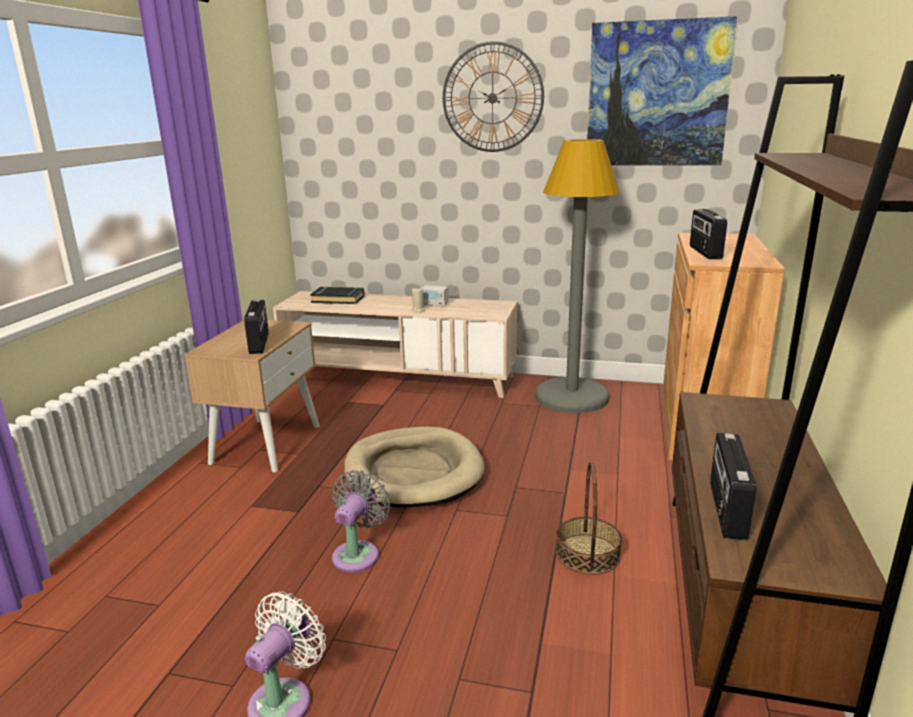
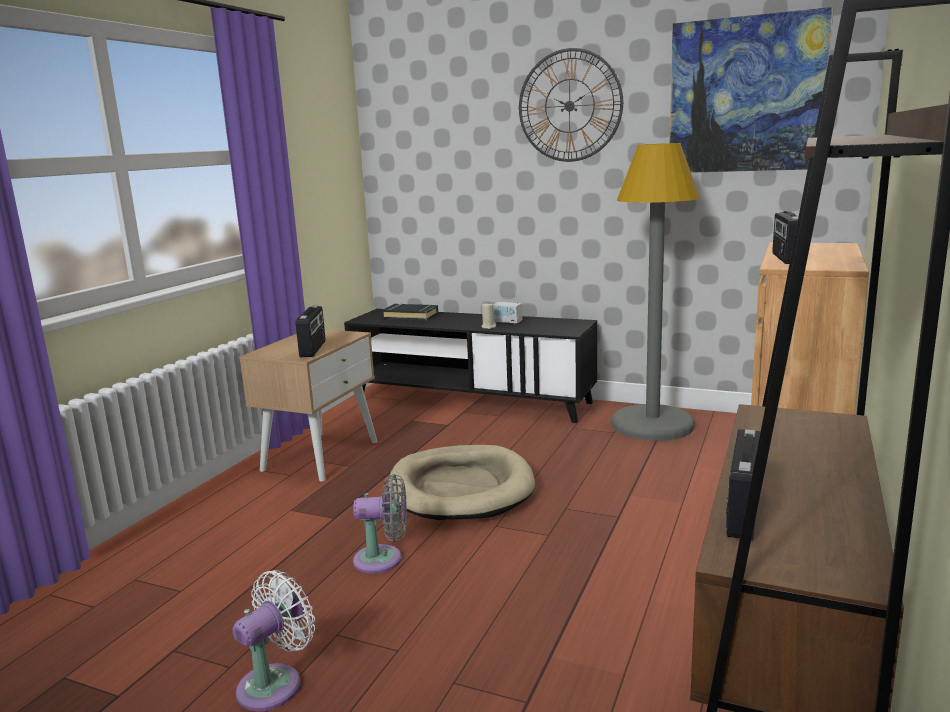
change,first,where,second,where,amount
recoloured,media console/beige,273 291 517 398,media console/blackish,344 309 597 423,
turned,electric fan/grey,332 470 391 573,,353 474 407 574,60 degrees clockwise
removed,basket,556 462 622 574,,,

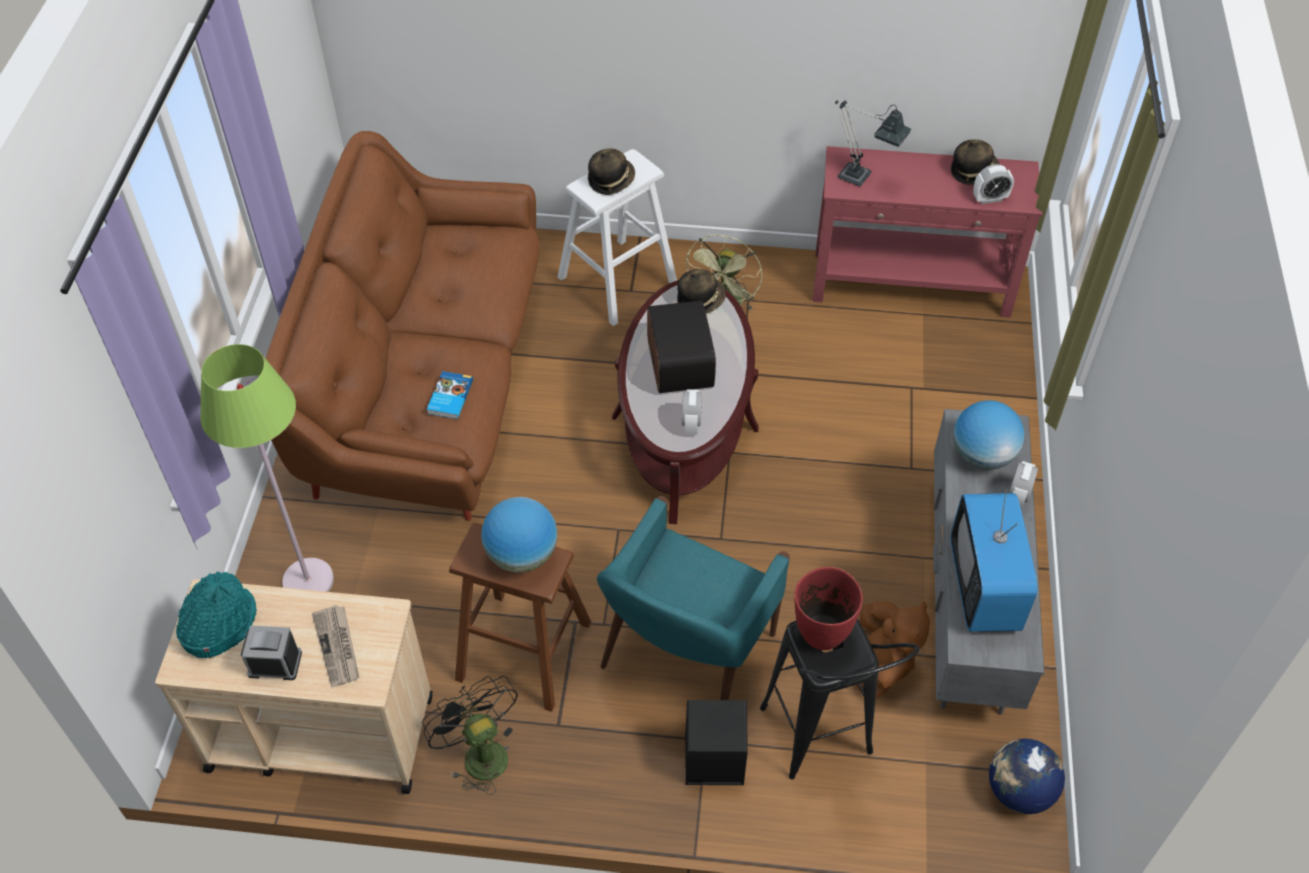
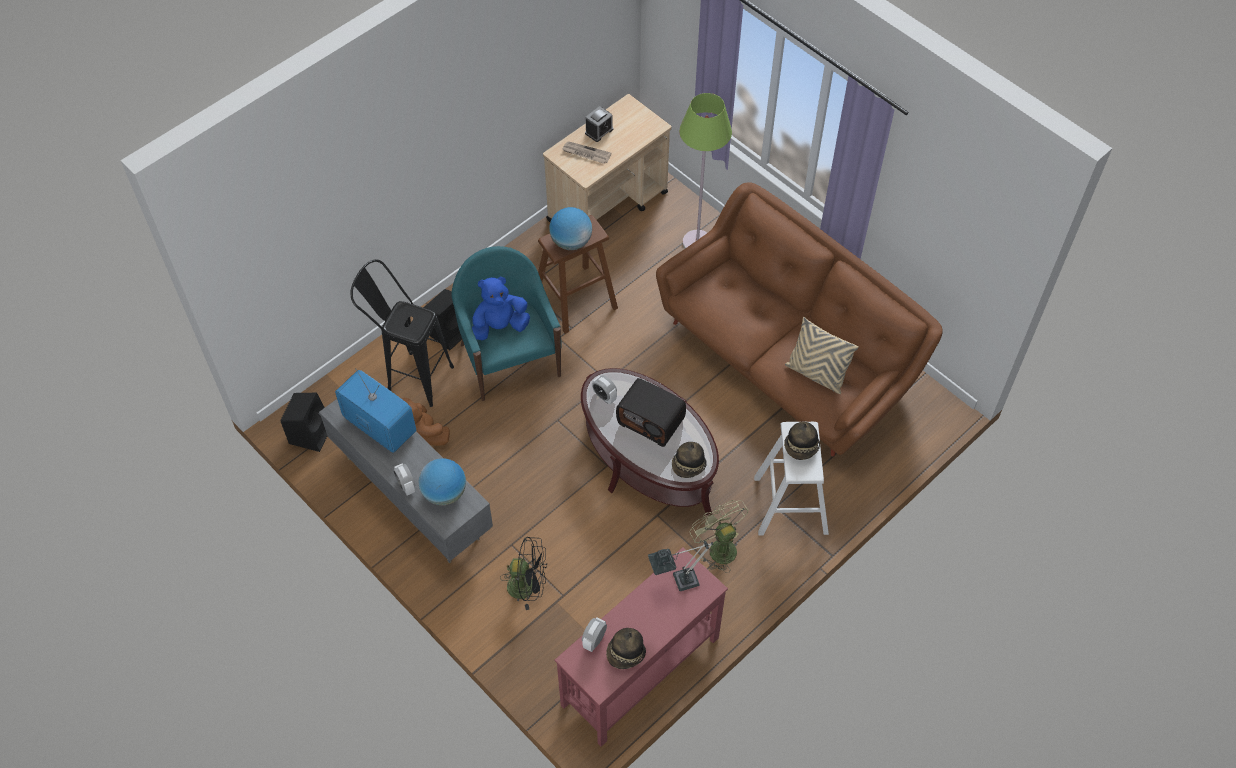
change,first,where,second,where,amount
removed,wearable hat/turquoise-coloured,176 571 257 658,,,
moved,electric fan/blackish,422 676 518 795,,500 537 547 610,
removed,volume,427 371 473 419,,,
removed,flower vase/reddish,795 567 863 650,,,
replaced,desk globe,989 739 1065 814,loudspeaker/blackish,280 393 327 452,
added,,,soft toy/blue,472 277 530 340,
added,,,pillow/beige,785 317 859 394,

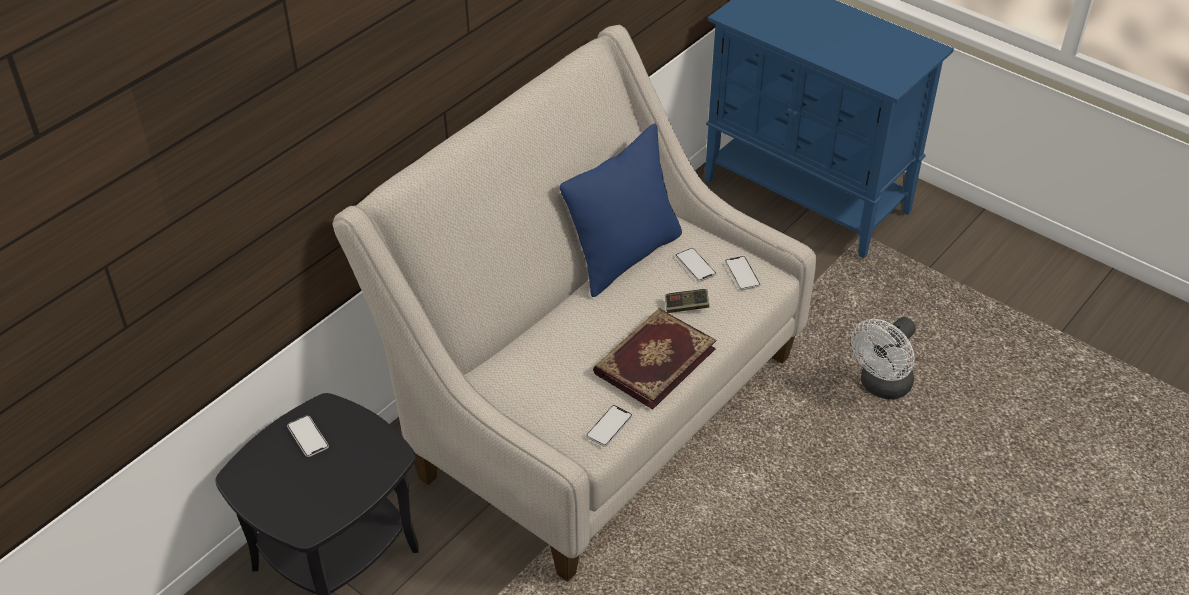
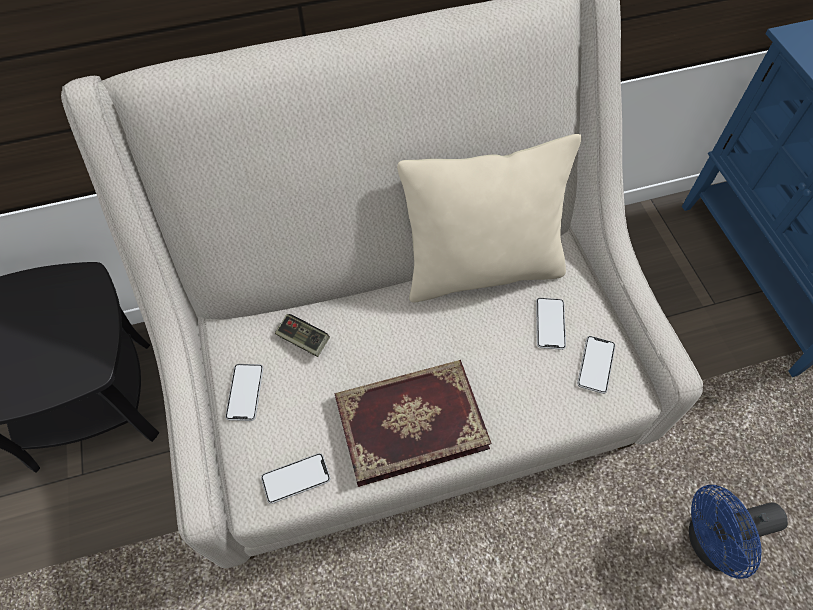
change,first,where,second,where,amount
moved,phone,287 415 329 457,,225 364 263 421,
recoloured,pillow/blue,560 124 682 297,pillow/beige,397 134 582 303,
moved,gamepad,665 289 709 313,,275 314 330 357,
recoloured,electric fan/whitish,851 317 916 400,electric fan/blue,689 485 788 579,

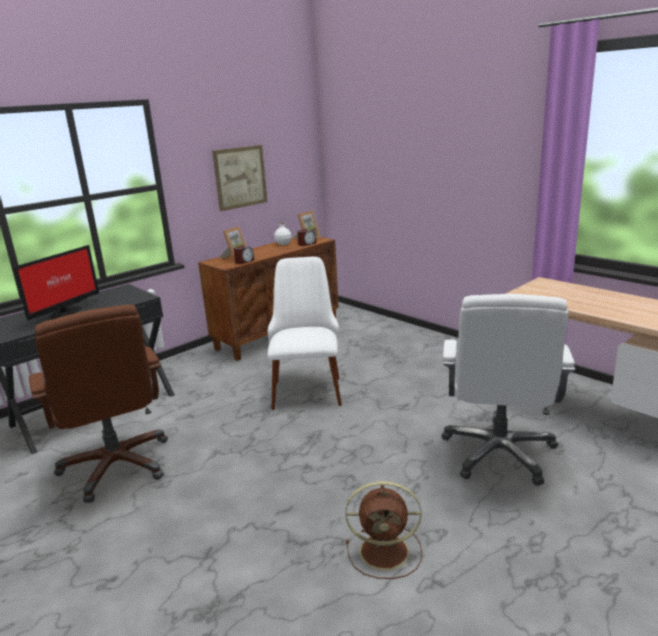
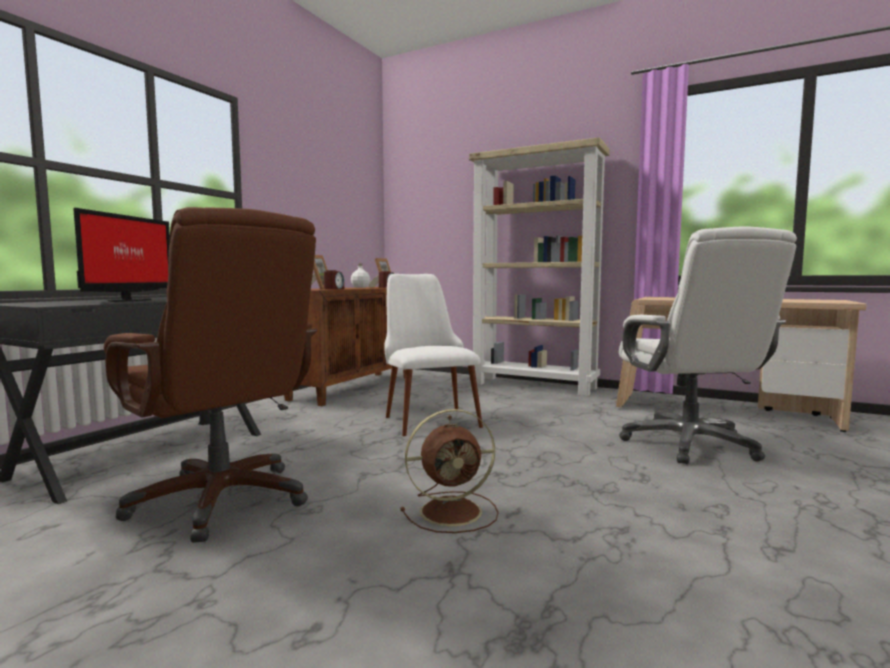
change,first,where,second,where,amount
removed,picture,212 145 267 211,,,
moved,electric fan/brownish,345 481 422 579,,400 409 498 533,
added,,,shelving unit/beige,469 137 610 396,

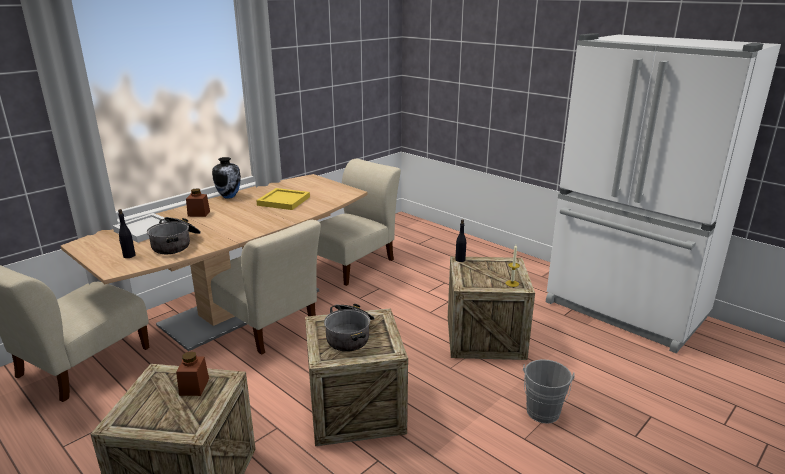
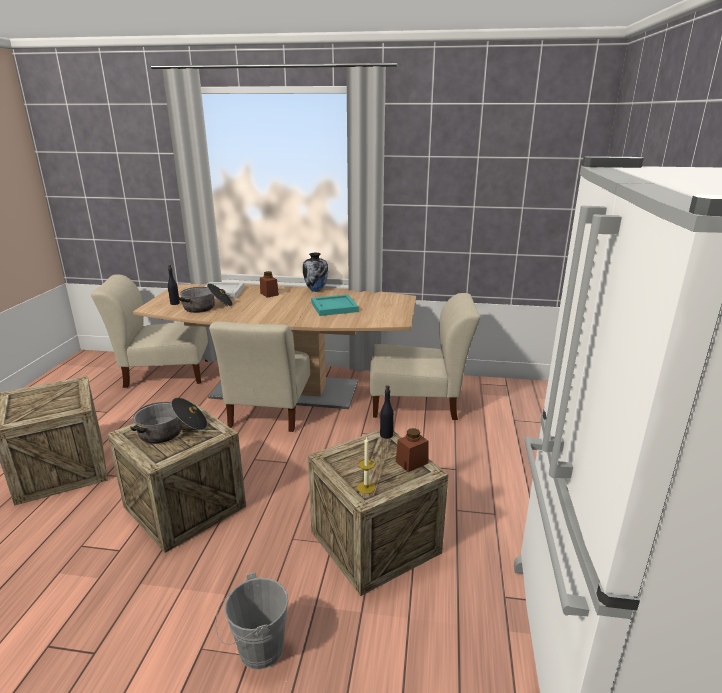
change,first,where,second,where,amount
moved,preserve jar/brownish,176 351 209 396,,396 428 429 472,
recoloured,serving tray/yellow-coloured,256 188 310 210,serving tray/turquoise-coloured,311 294 359 316,

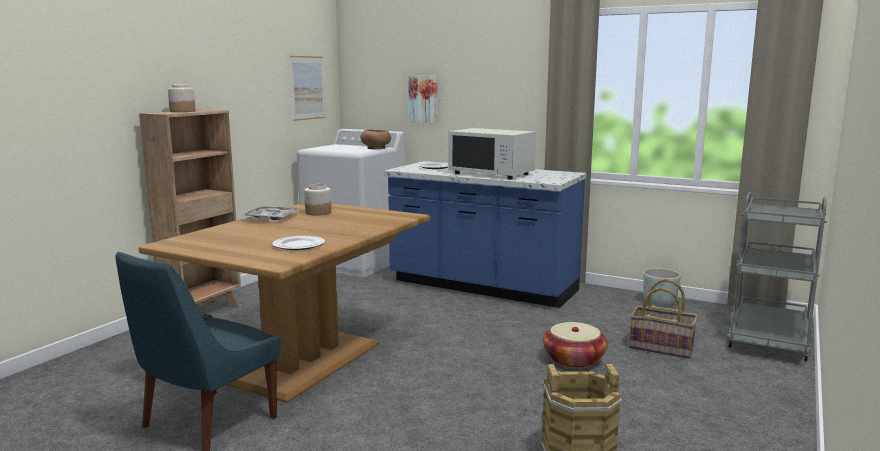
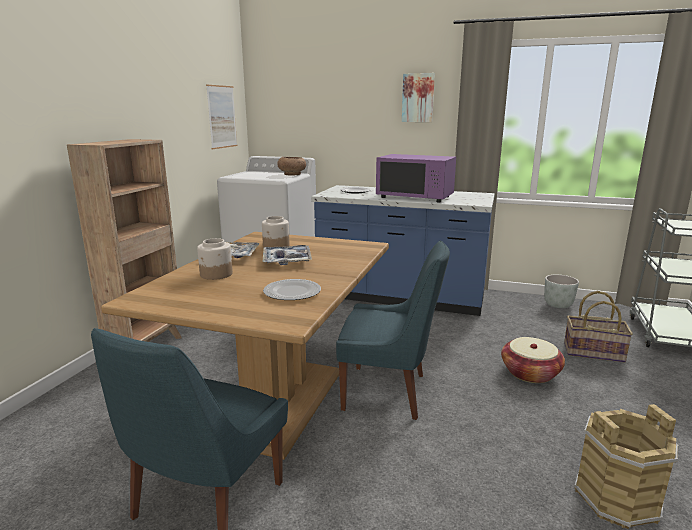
change,first,where,second,where,amount
moved,preserve jar,168 84 195 112,,197 238 233 280,
moved,picture,408 75 438 123,,402 73 435 122,
recoloured,microwave/whitish,448 128 536 179,microwave/purplish,376 154 456 203,
added,,,serving tray,263 245 312 265,
added,,,upright chair/blue,336 241 450 420,

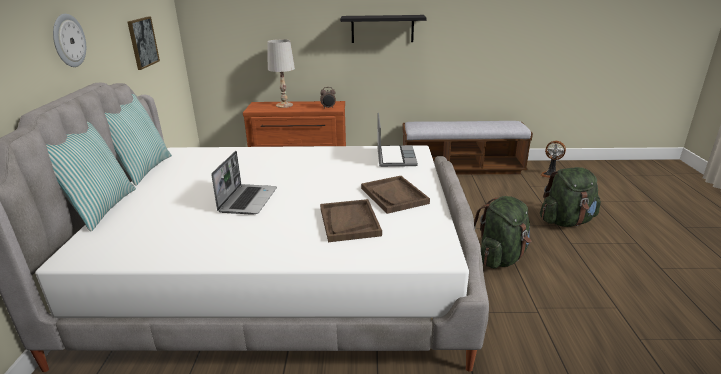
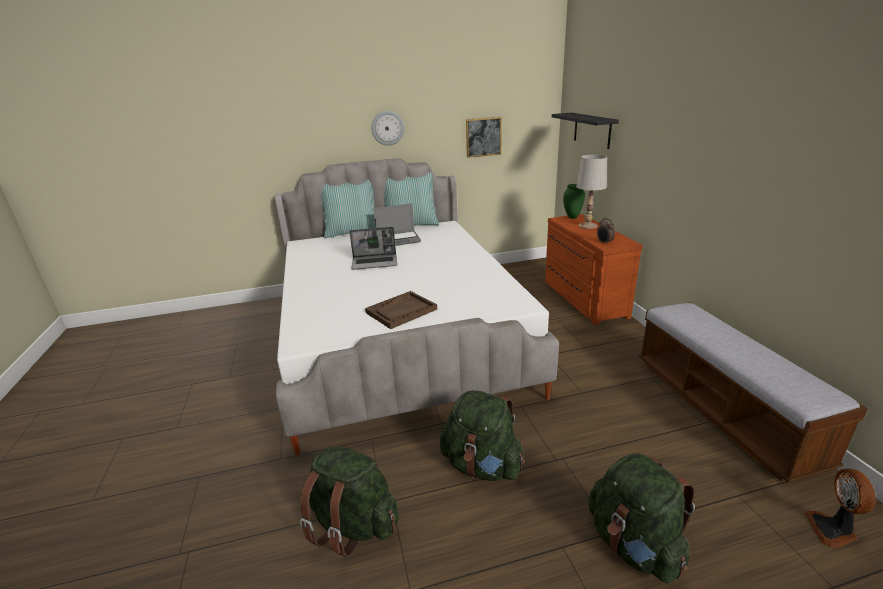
change,first,where,second,where,amount
removed,serving tray/brownish,320 199 382 242,,,
moved,shelf/blackish,340 15 427 43,,552 113 619 149,
moved,laptop,377 113 418 167,,373 203 421 246,
added,,,backpack/green-coloured,300 446 399 557,
added,,,flower vase/green-coloured,563 184 585 219,

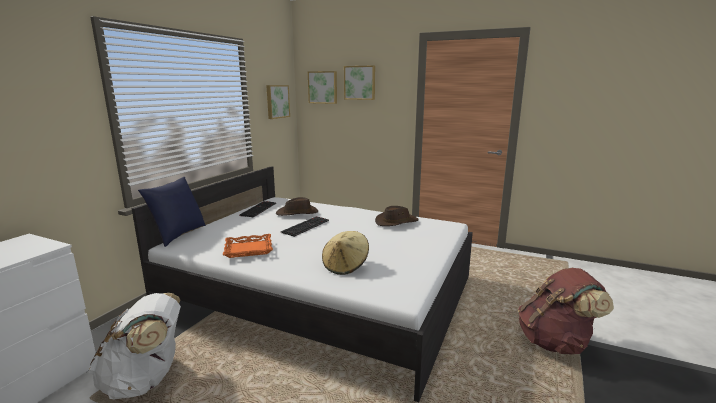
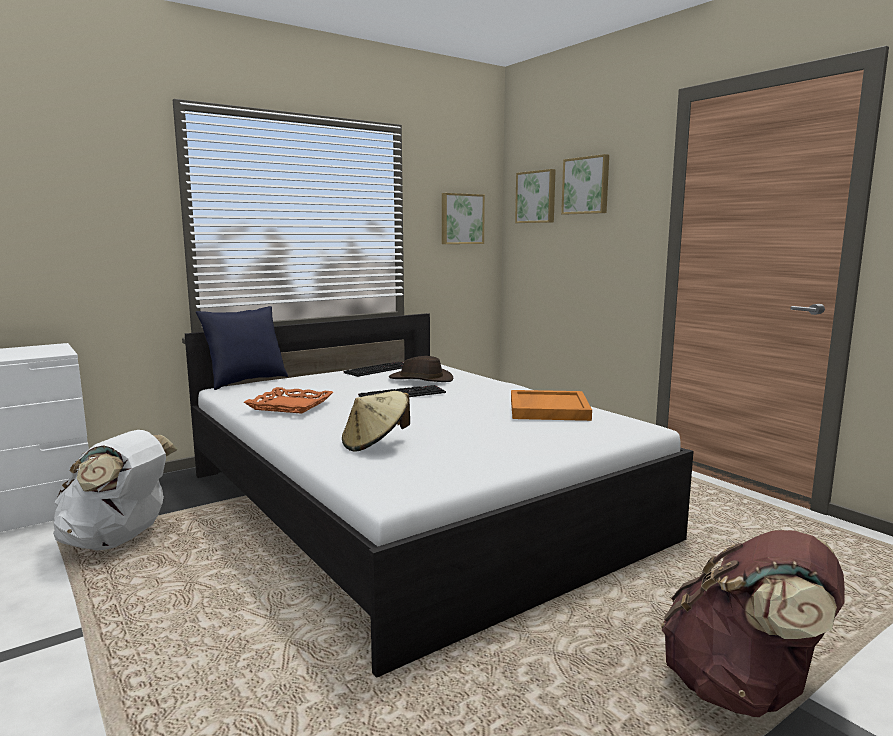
change,first,where,second,where,amount
replaced,wearable hat/brownish,375 206 419 226,serving tray/orangey,511 390 592 421,

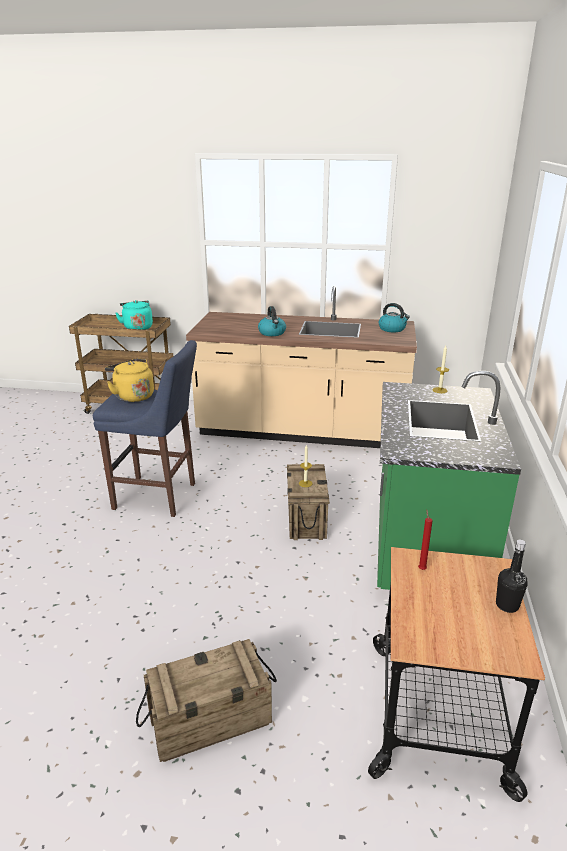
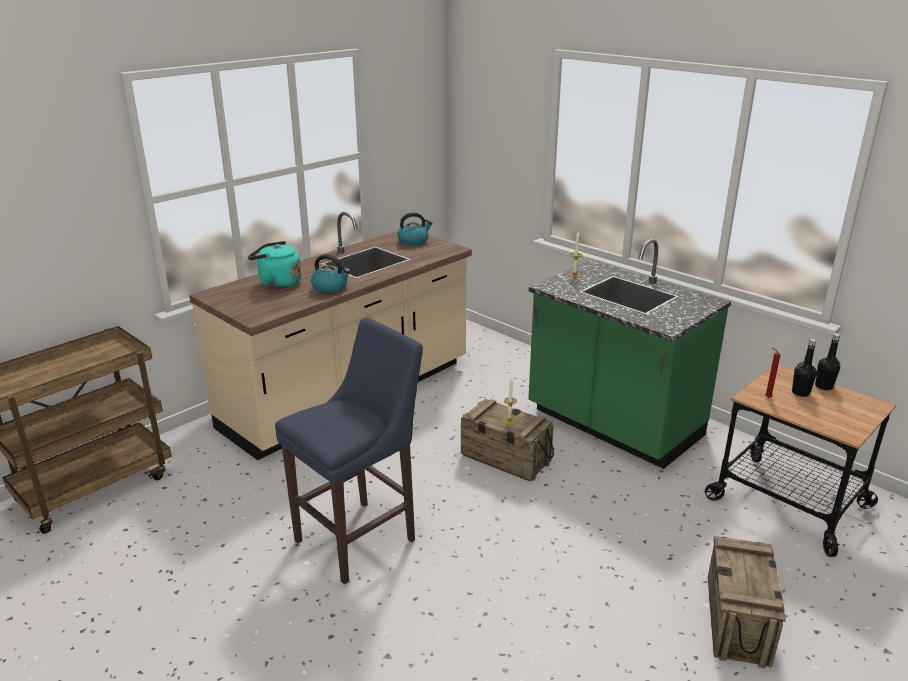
change,first,where,second,where,amount
removed,kettle/yellow-coloured,105 359 154 402,,,
moved,kettle/turquoise-coloured,116 300 153 330,,248 241 301 289,
added,,,beverage bottle/blackish,792 339 817 397,

